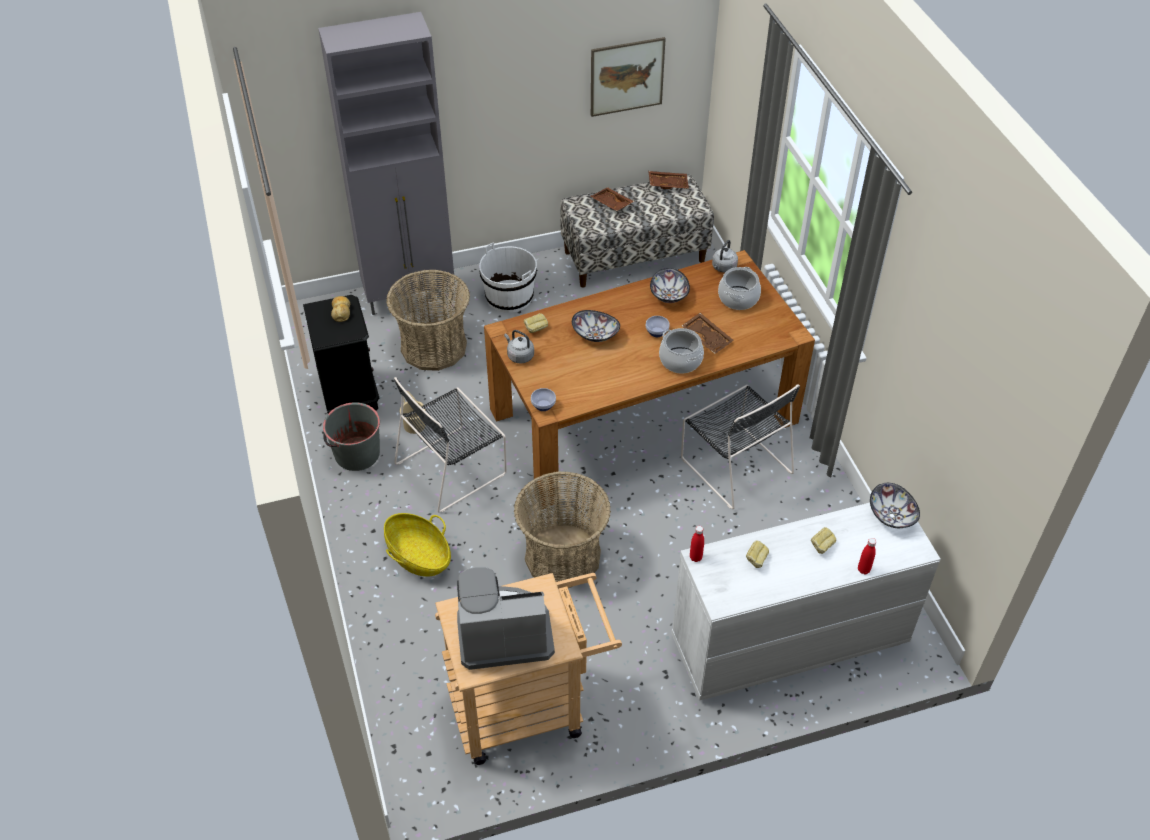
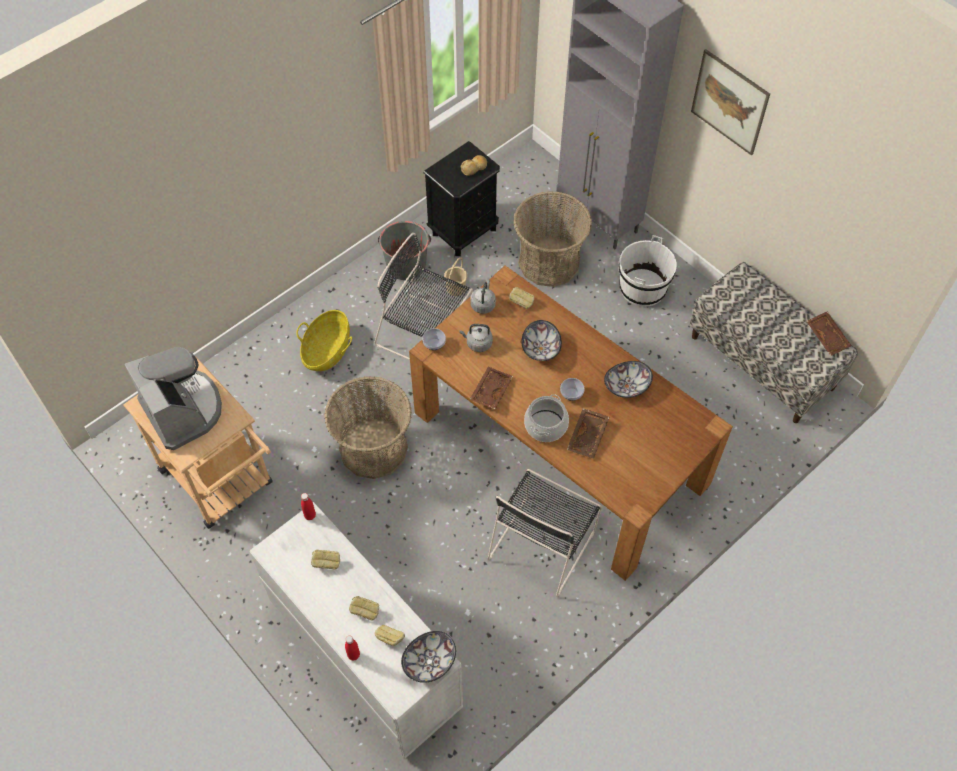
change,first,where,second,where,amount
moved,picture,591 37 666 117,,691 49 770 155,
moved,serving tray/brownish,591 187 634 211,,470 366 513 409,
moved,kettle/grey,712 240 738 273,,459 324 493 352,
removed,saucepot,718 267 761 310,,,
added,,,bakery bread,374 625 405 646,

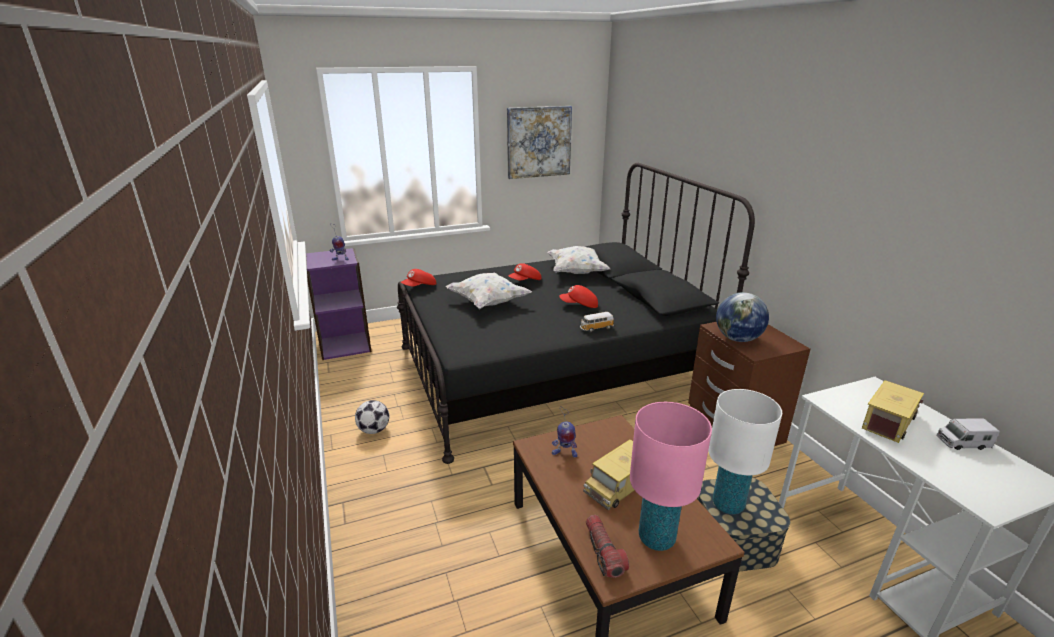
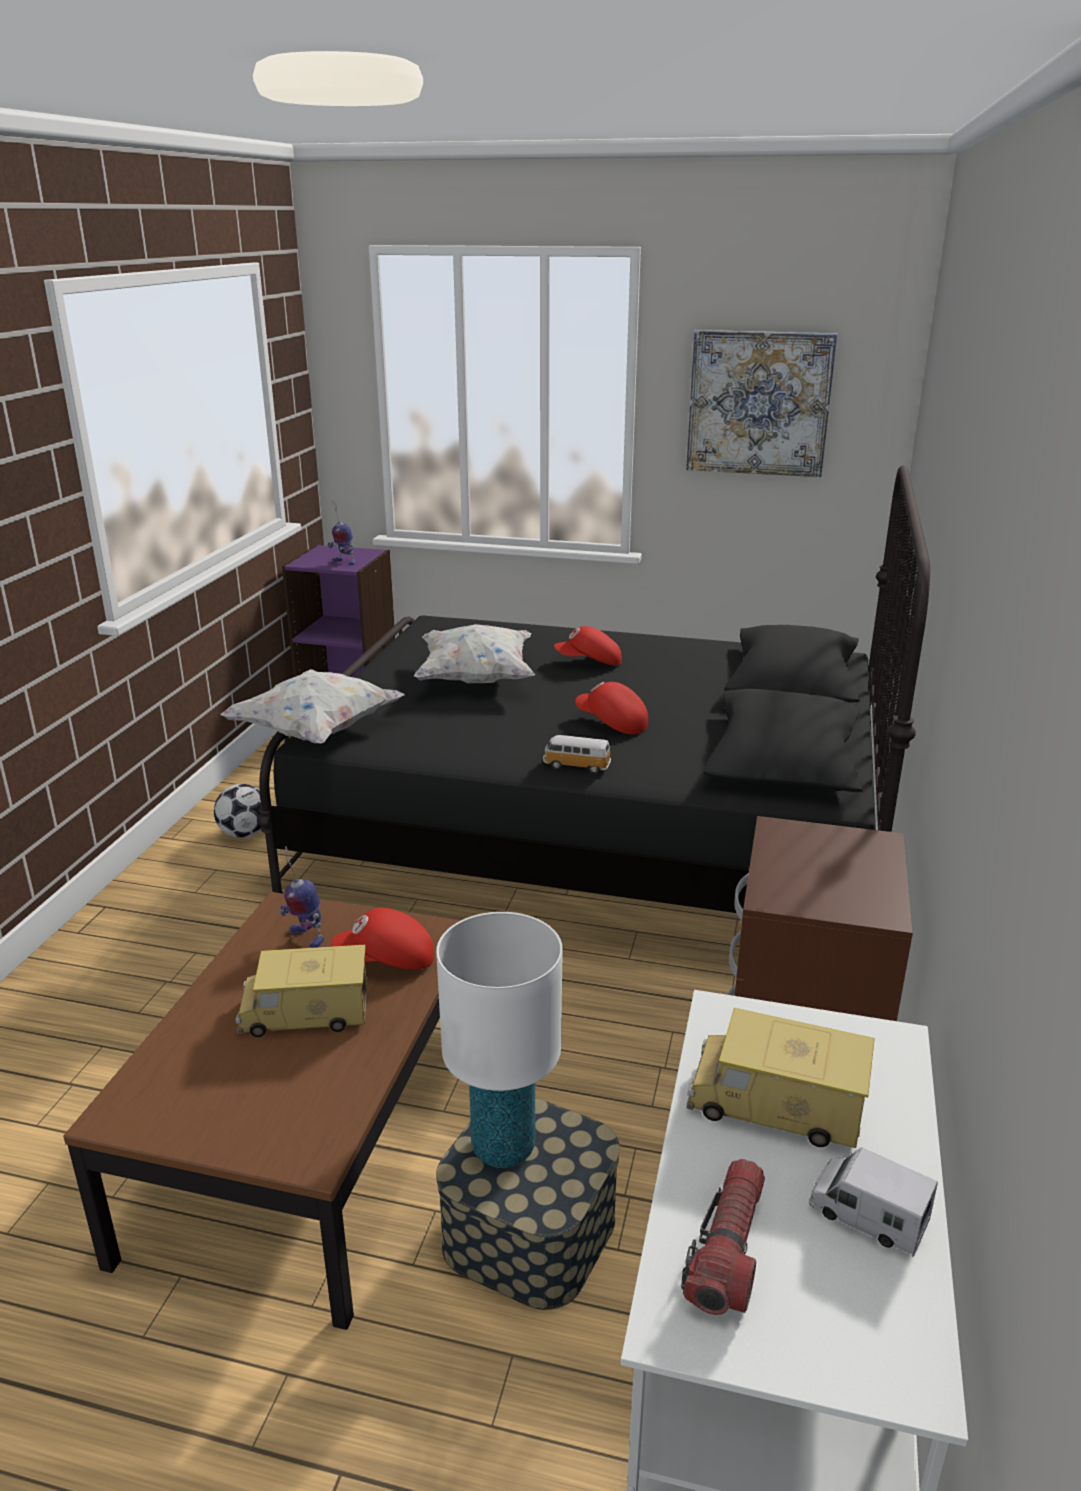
change,first,where,second,where,amount
moved,peaked cap/reddish,401 269 436 286,,331 908 434 970,
moved,pillow/whitish,547 246 610 274,,221 669 404 744,
moved,flashlight,586 515 629 578,,681 1159 765 1315,
removed,tabletop lamp/pink-coloured,630 402 712 551,,,
removed,desk globe,716 292 769 342,,,
turned,toy lorry,862 380 924 443,,686 1008 875 1148,150 degrees counterclockwise

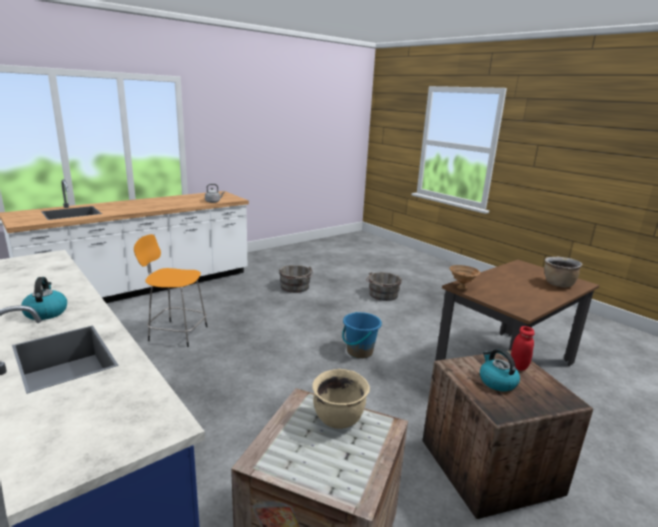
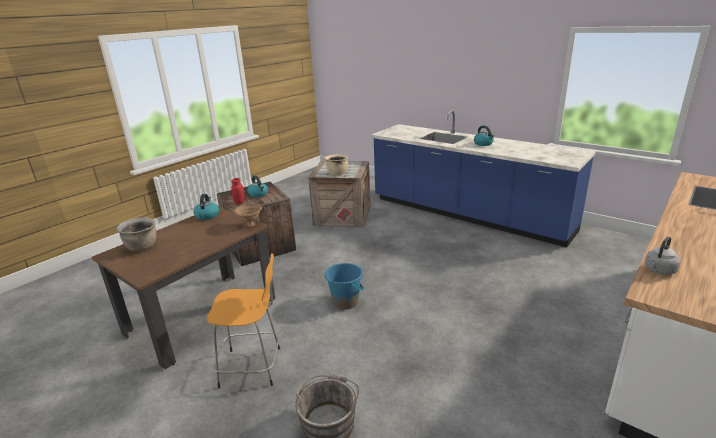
change,first,where,second,where,amount
moved,stool seat/orangey,134 234 208 347,,207 253 280 389,
removed,water bucket/grey,279 265 313 293,,,
added,,,kettle,194 194 219 220,

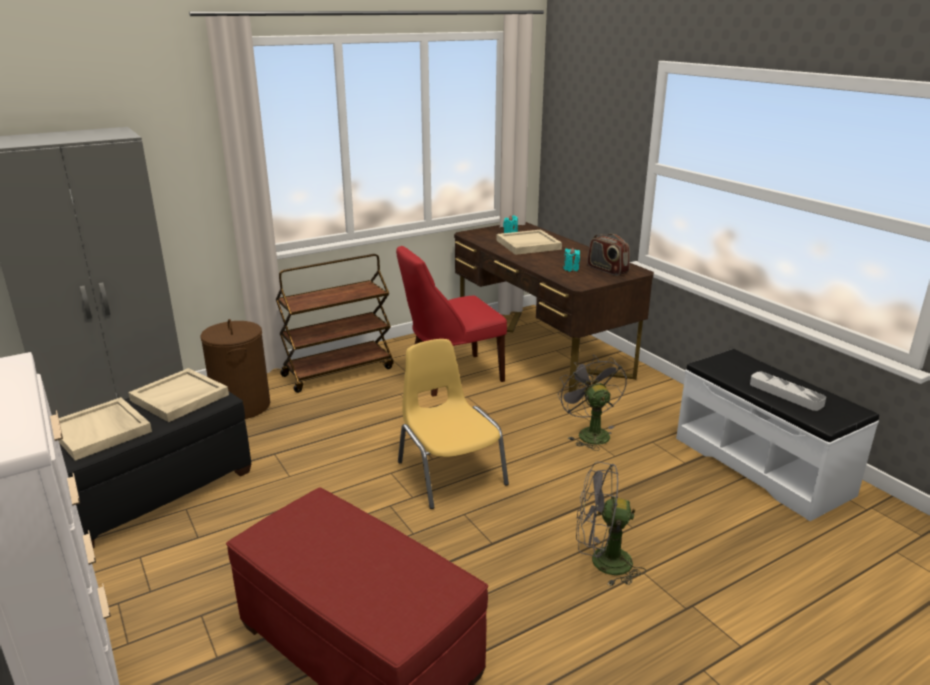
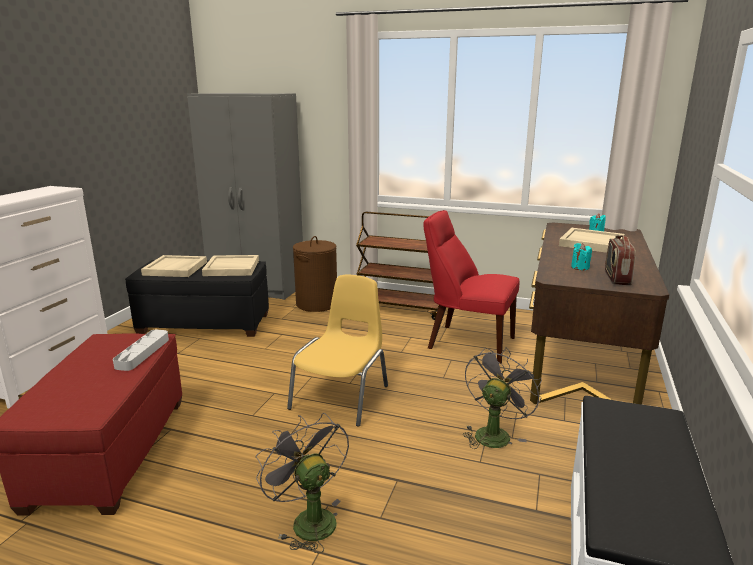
change,first,where,second,where,amount
moved,serving tray/grey,750 372 826 411,,113 329 169 371,

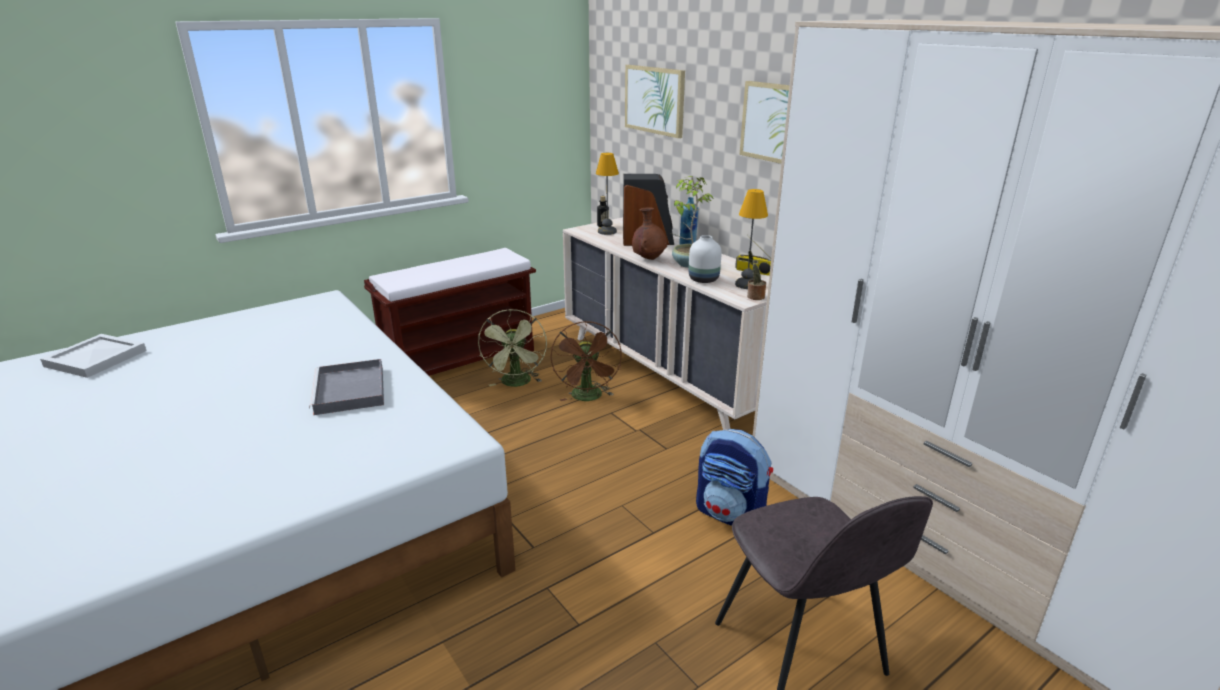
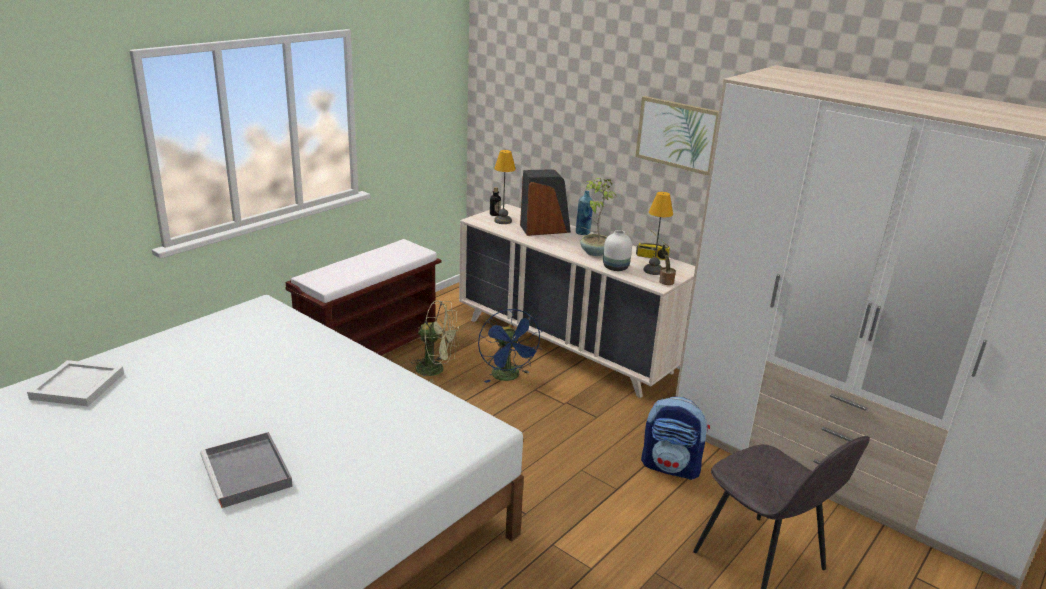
change,first,where,second,where,amount
moved,serving tray/grey,309 359 384 415,,200 432 293 508,
turned,electric fan/green-coloured,478 309 547 387,,411 300 460 383,60 degrees counterclockwise
recoloured,electric fan/brownish,551 321 622 401,electric fan/blue,478 309 542 383,
removed,picture,625 65 685 138,,,
removed,flower vase/brownish,632 208 667 260,,,

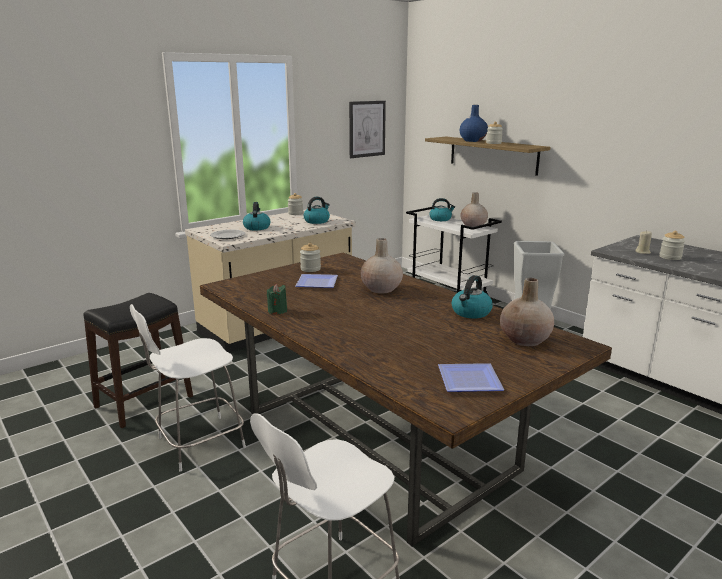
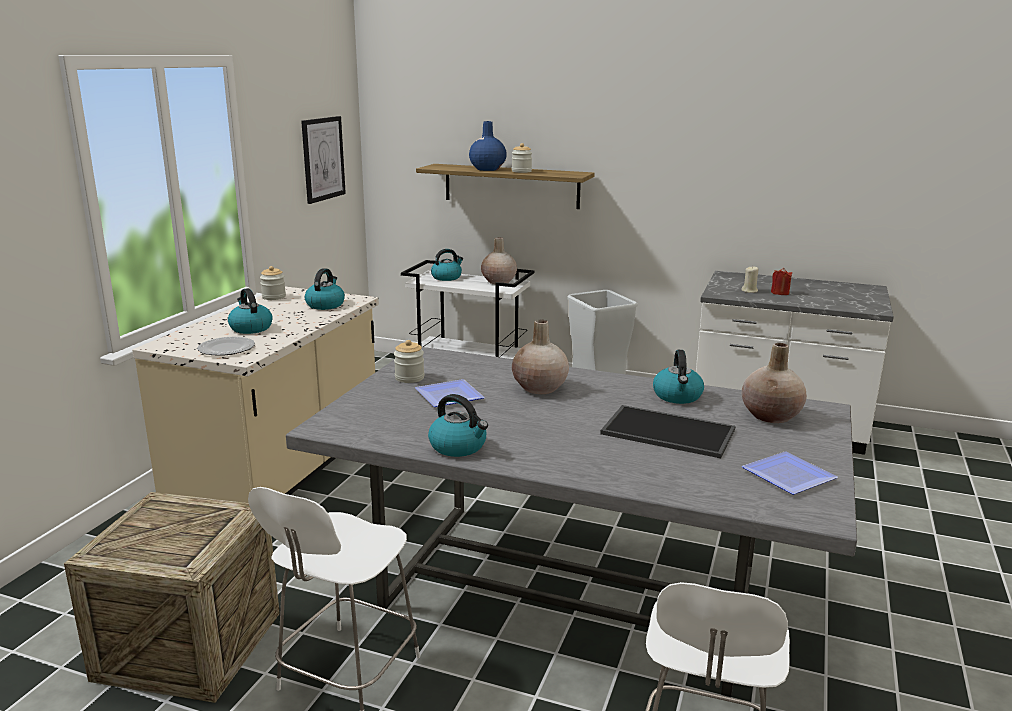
change,first,where,second,where,amount
replaced,stool seat/blackish,83 293 193 428,crate,64 492 280 703,
recoloured,dinner table/brownish,200 253 612 547,dinner table/grey,286 347 857 697,
replaced,wax light/green-coloured,267 284 287 314,kettle,428 394 488 457,
replaced,preserve jar,660 231 685 260,wax light/reddish,771 268 792 295,
added,,,serving tray,600 405 735 458,

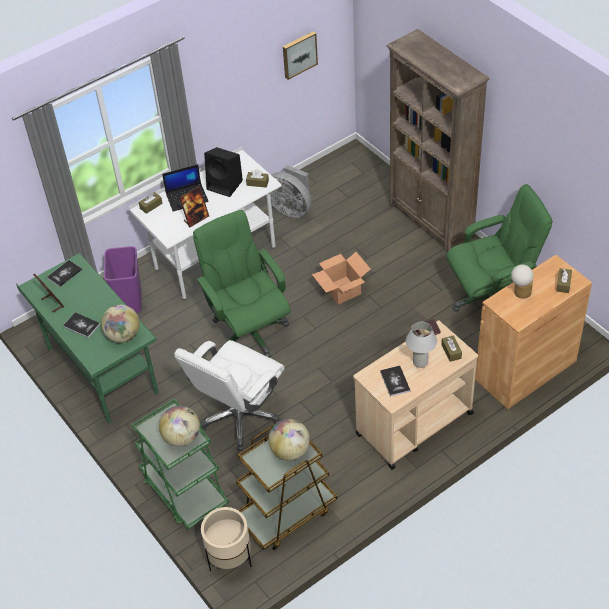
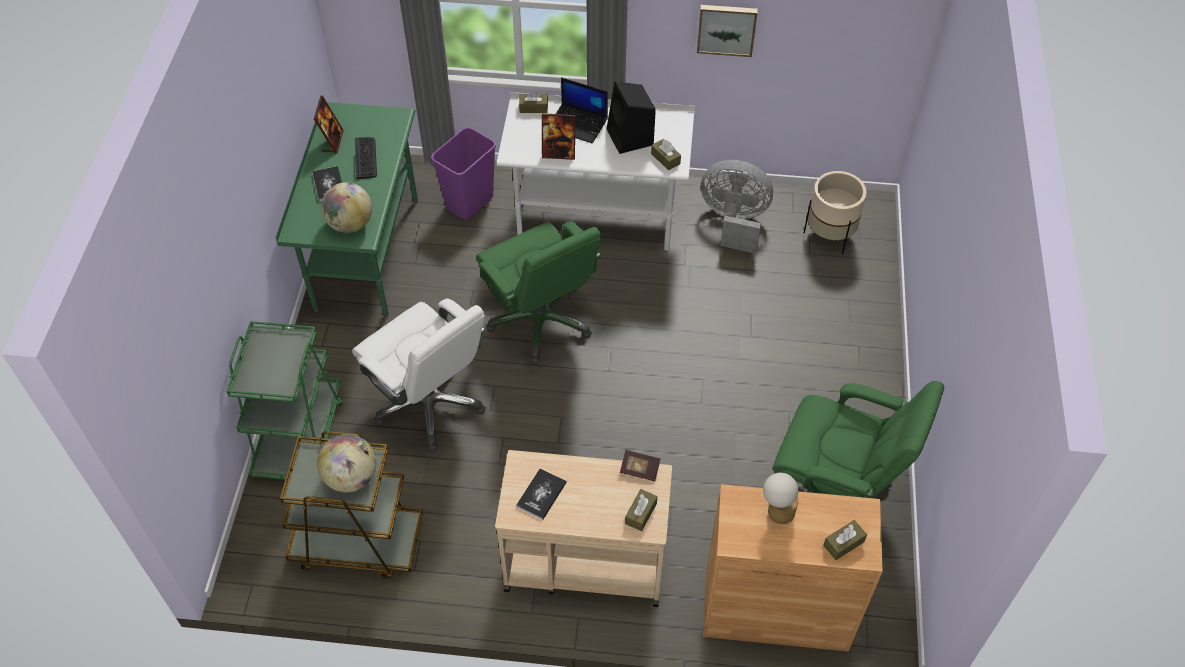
change,first,where,second,where,amount
removed,volume,47 260 82 287,,,
removed,desk globe,159 406 200 447,,,
turned,computer chair/whitish,174 340 284 451,,352 298 486 451,120 degrees counterclockwise
turned,computer chair/green-coloured,193 210 290 357,,476 221 601 364,135 degrees clockwise
moved,planter/beige,201 507 252 572,,804 171 867 254,
turned,electric fan/grey,270 165 311 218,,701 160 773 254,120 degrees clockwise
moved,picture,283 31 318 80,,697 5 758 57,
removed,cardboard box,312 252 370 304,,,
removed,shelving unit/brownish,386 29 489 253,,,
removed,tabletop lamp/whitish,406 322 437 368,,,
added,,,keyboard,355 137 377 179,

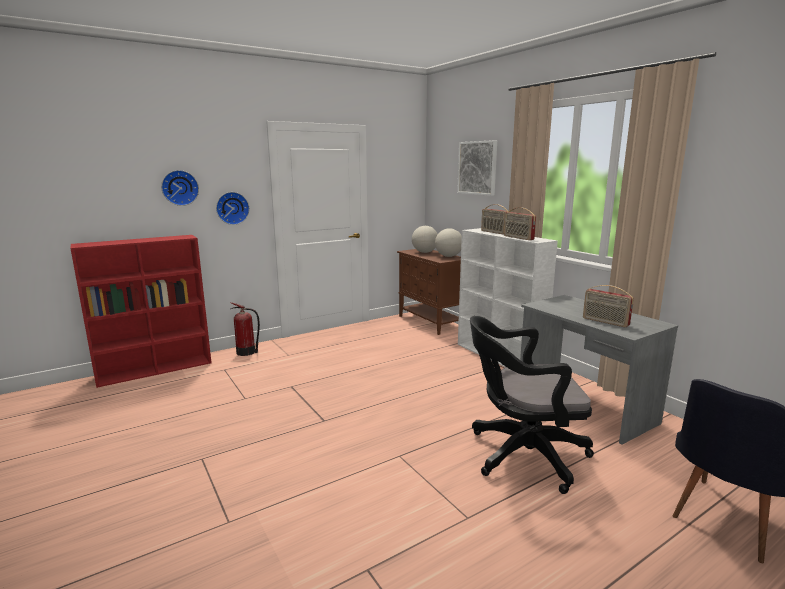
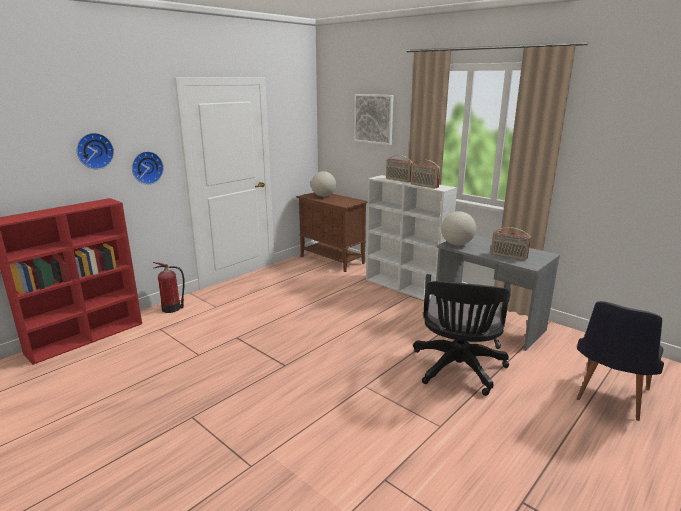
change,first,where,second,where,amount
moved,desk globe,435 228 462 257,,441 211 476 245,
turned,computer chair/blackish,470 316 594 494,,413 274 511 396,60 degrees counterclockwise

